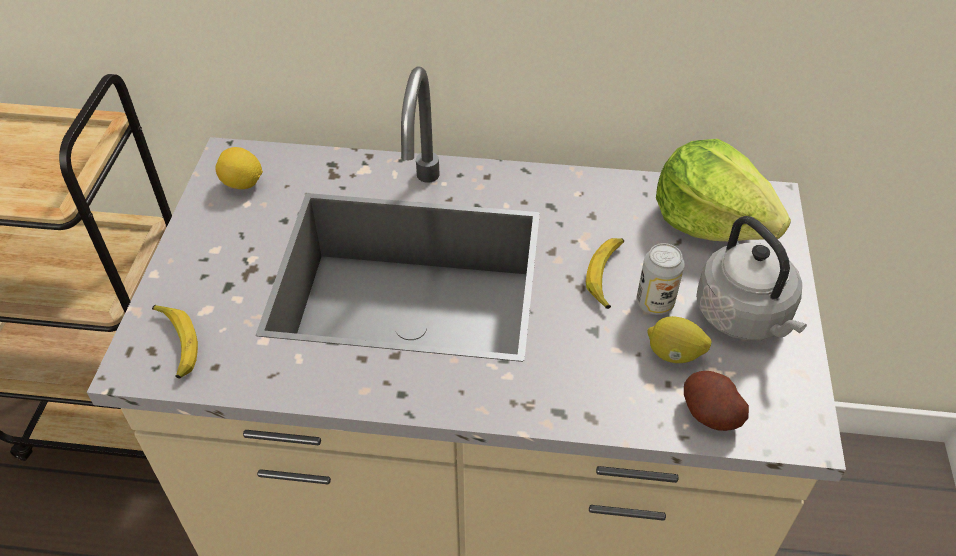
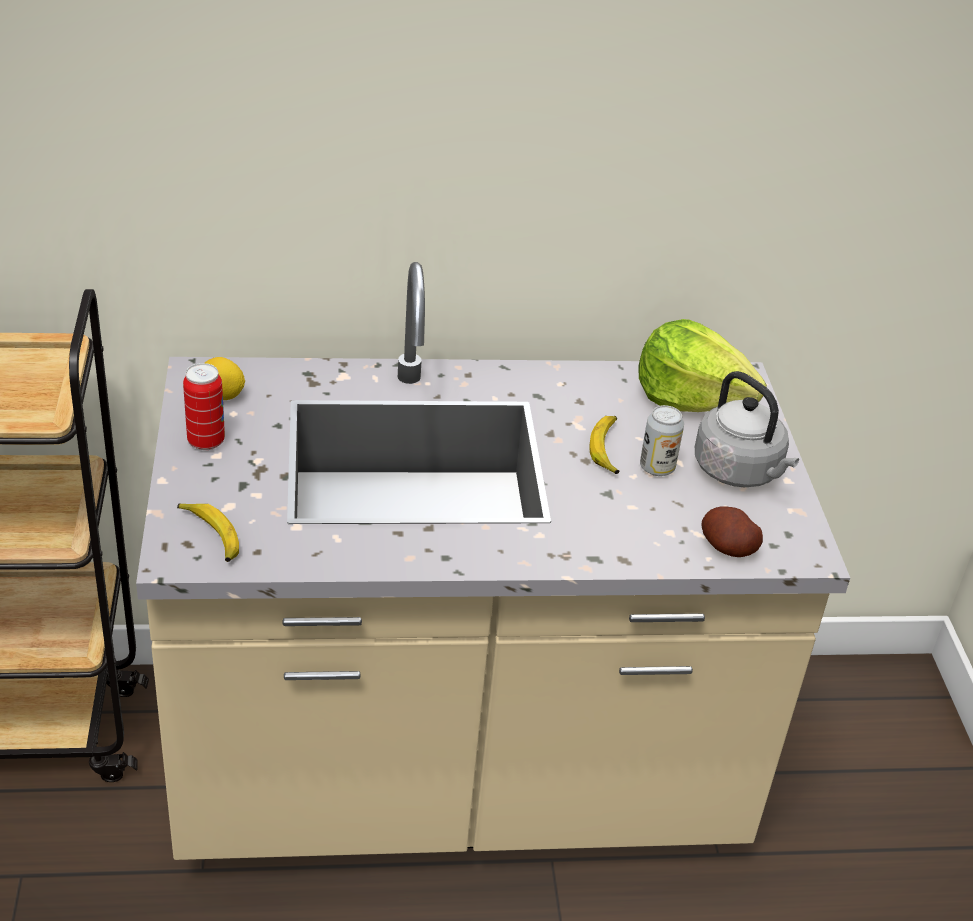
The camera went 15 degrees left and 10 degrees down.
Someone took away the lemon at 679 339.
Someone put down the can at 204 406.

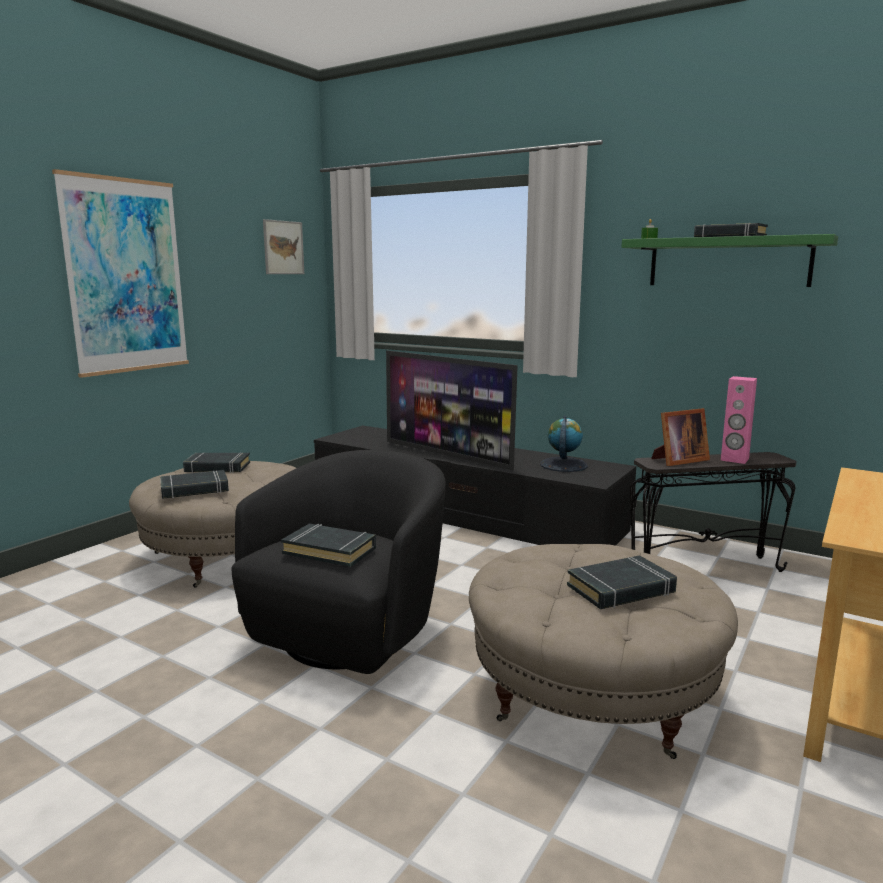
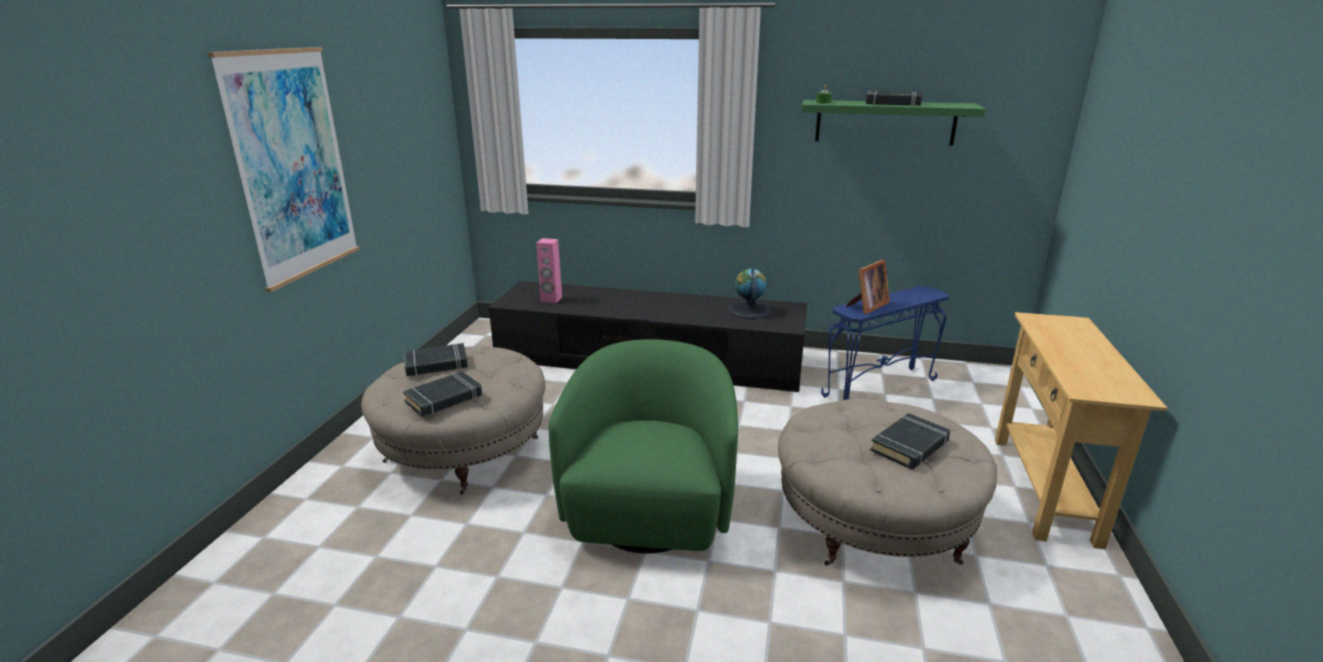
The camera went 20 degrees left and 10 degrees up.
Someone took away the picture at 283 246.
Someone took away the black book at 328 545.
Someone took away the television at 452 410.
Someone carried the pink speaker from 739 420 to 549 270.
Someone repainted the black armchair at 339 562, which became the green armchair at 643 446.
Someone repainted the black side table at 713 512, which became the blue side table at 885 343.

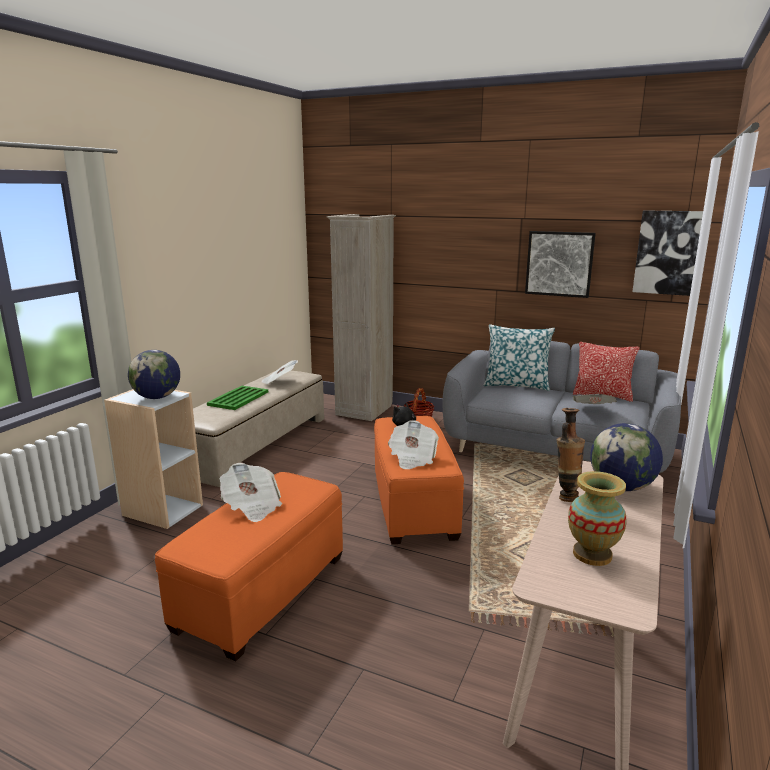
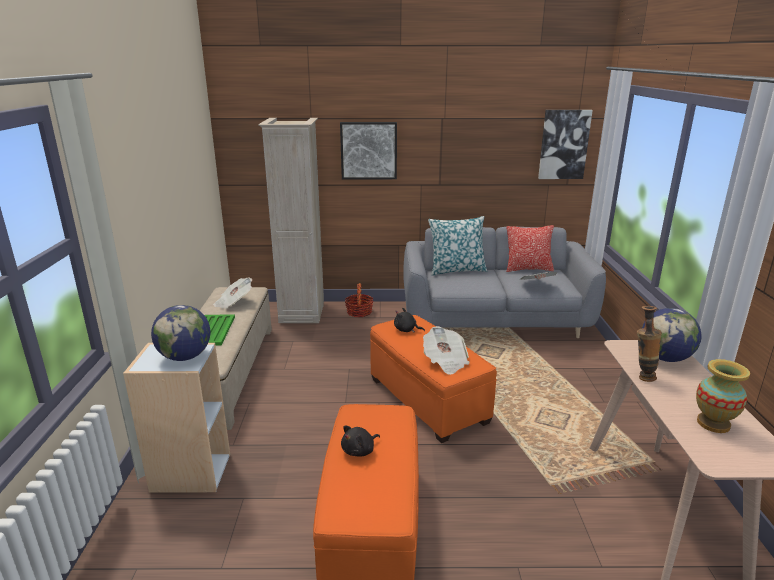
The camera went 25 degrees left and 5 degrees up.
Someone carried the picture from 560 264 to 368 150.
Someone swapped the newspaper at 251 492 for the black plush toy at 360 441.

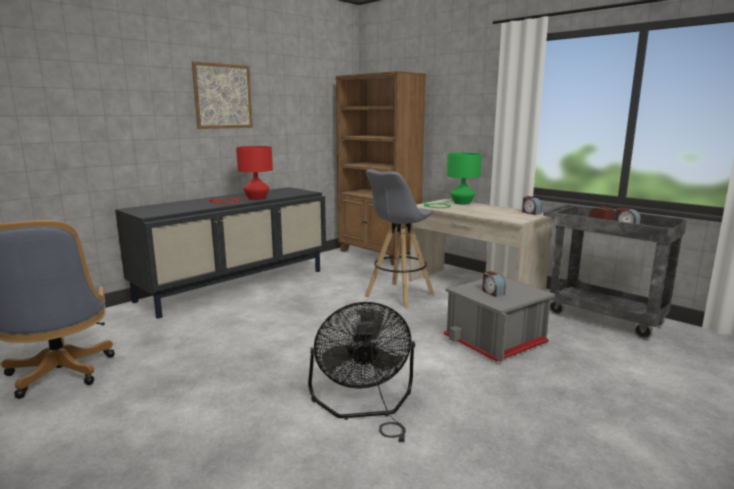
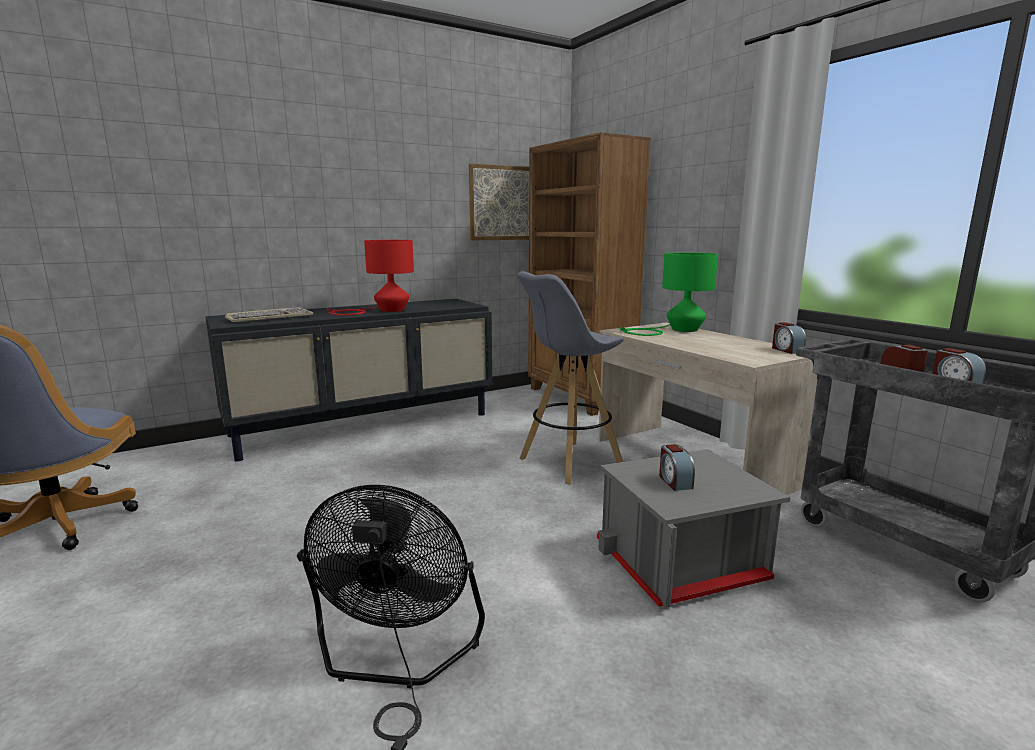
The camera went 15 degrees right and 0 degrees up.
Someone put down the keyboard at 269 314.
Someone carried the picture from 222 95 to 499 202.

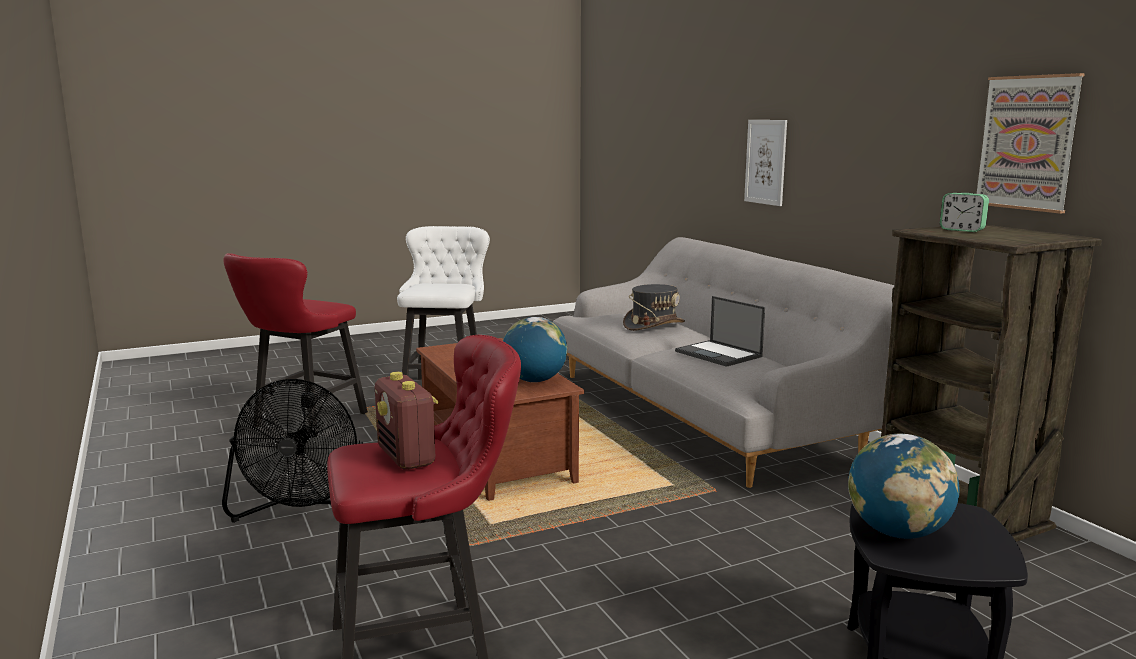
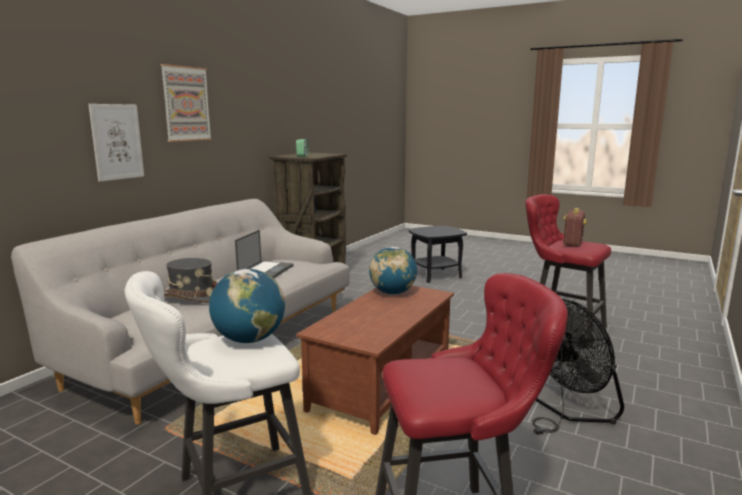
The camera went 125 degrees left and 0 degrees up.
Someone carried the globe from 903 486 to 247 306.
Someone carried the picture from 1031 143 to 186 103.

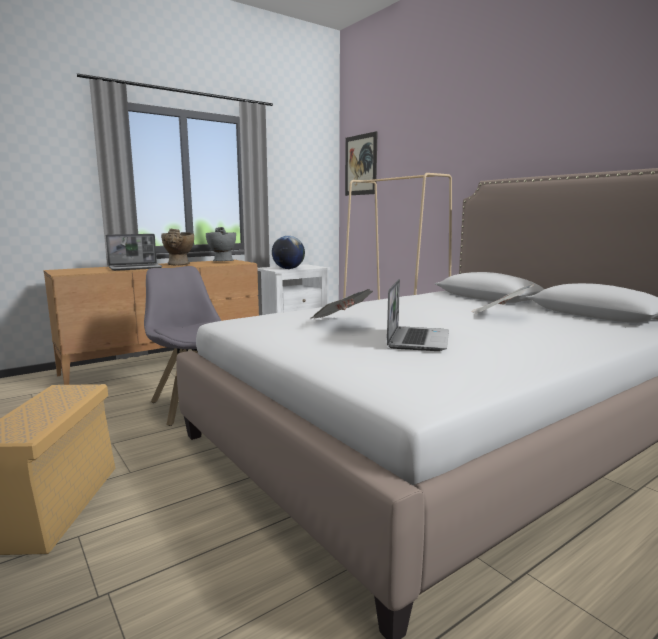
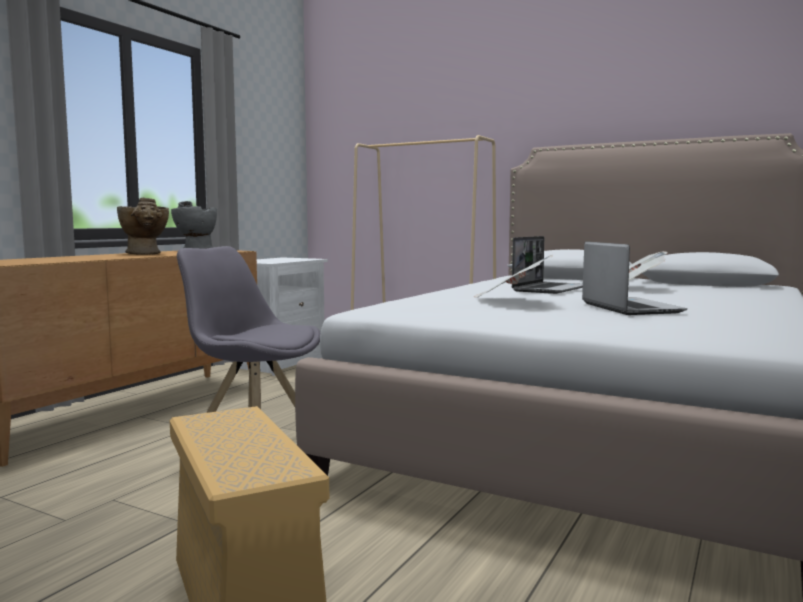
The camera went 25 degrees left and 5 degrees down.
Someone took away the globe at 288 252.
Someone took away the picture at 361 163.
Someone carried the laptop from 134 252 to 547 265.

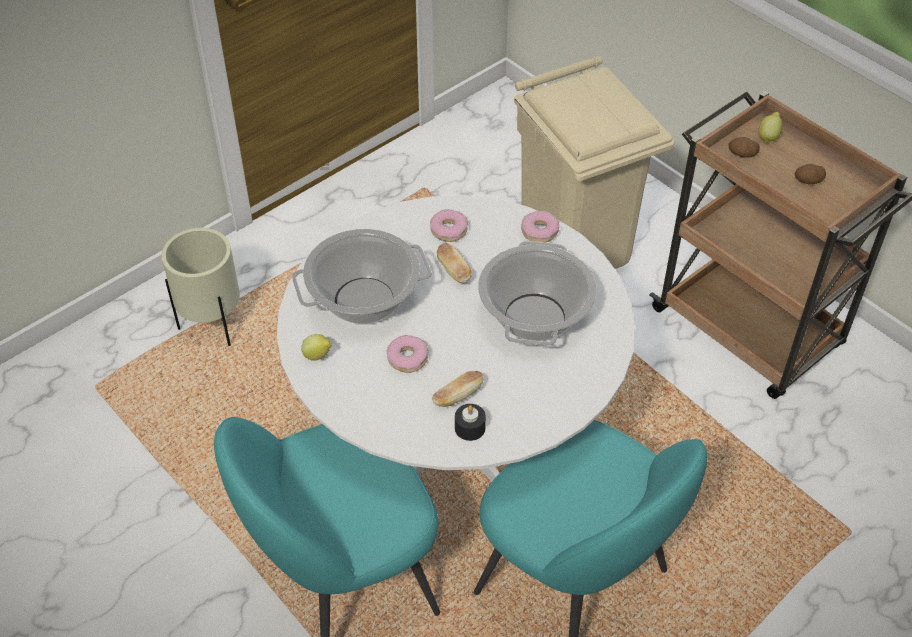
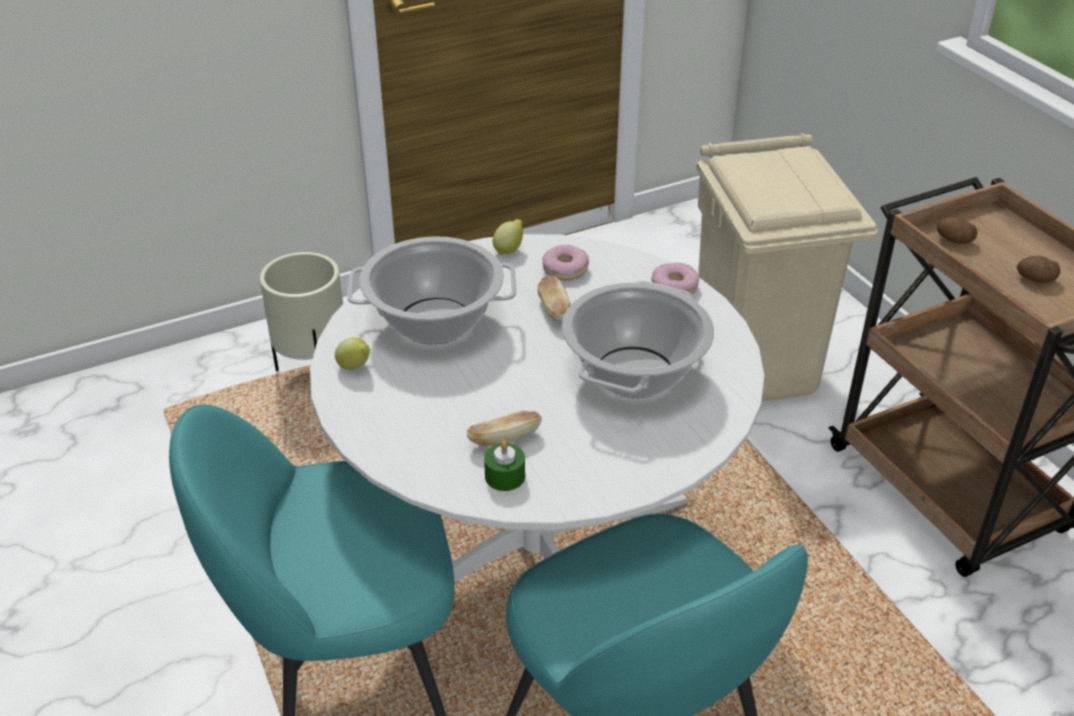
The camera went 15 degrees right and 10 degrees down.
Someone took away the donut at 408 354.
Someone carried the lemon from 770 128 to 508 237.
Someone repainted the black candle at 470 422, which became the green candle at 504 466.

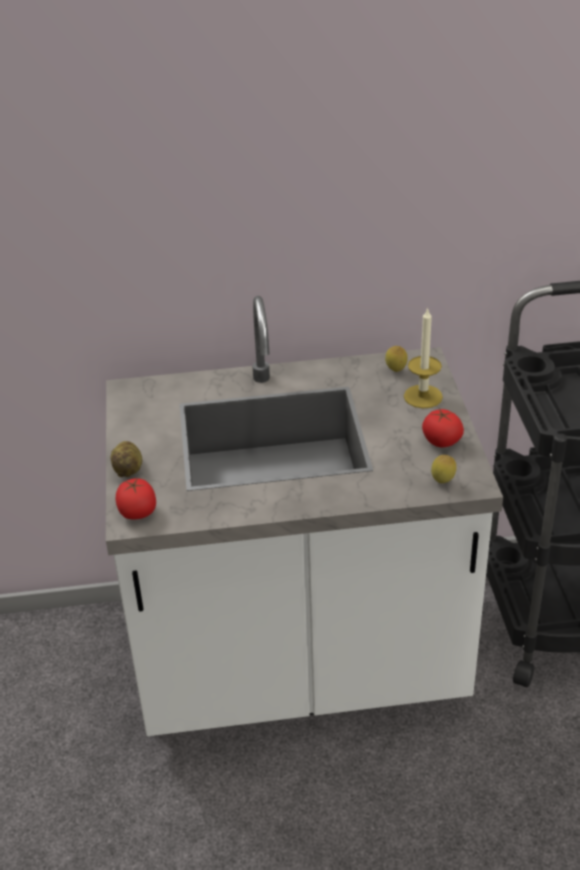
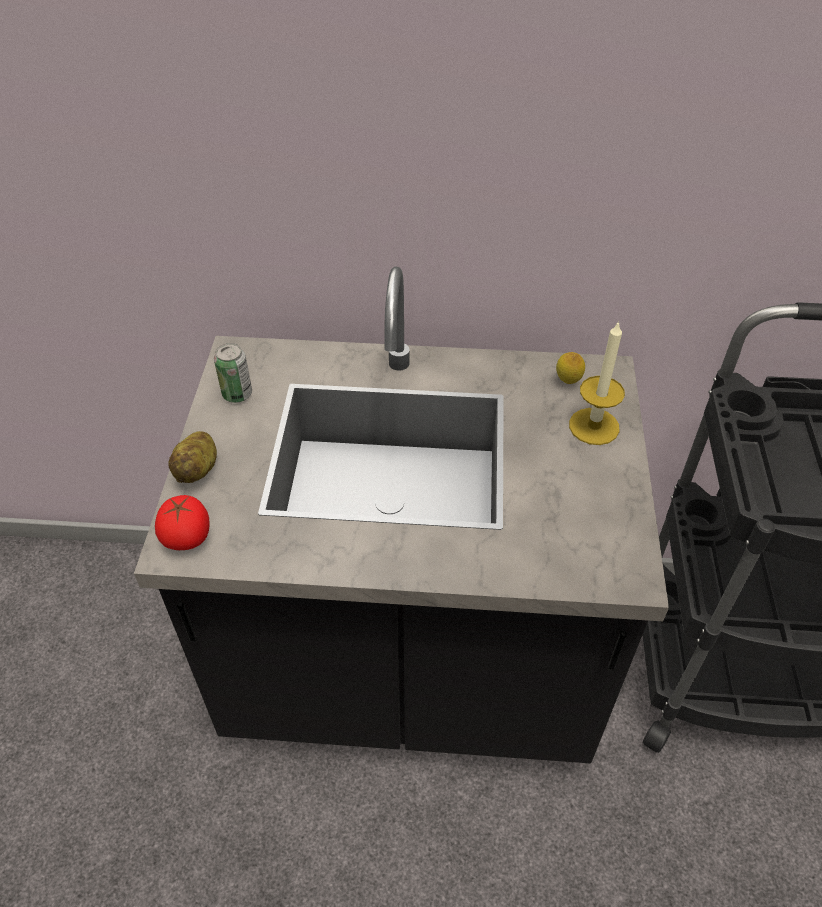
The camera went 10 degrees right and 10 degrees up.
Someone took away the tomato at 443 428.
Someone took away the lemon at 443 469.
Someone put down the can at 233 373.
Someone repainted the white counter at 304 516, which became the black counter at 401 515.

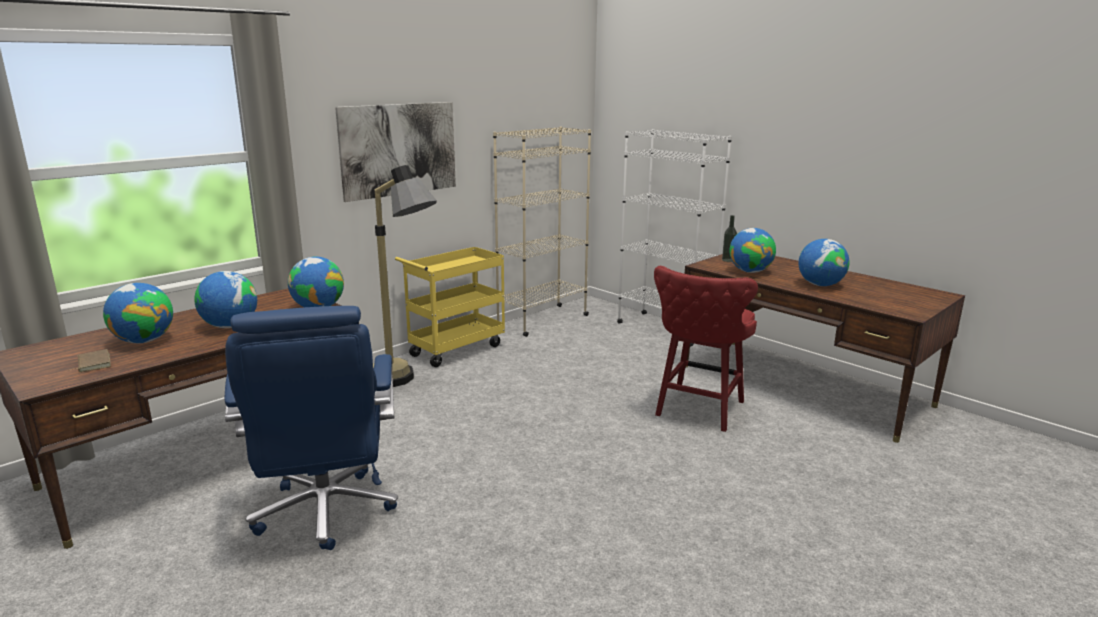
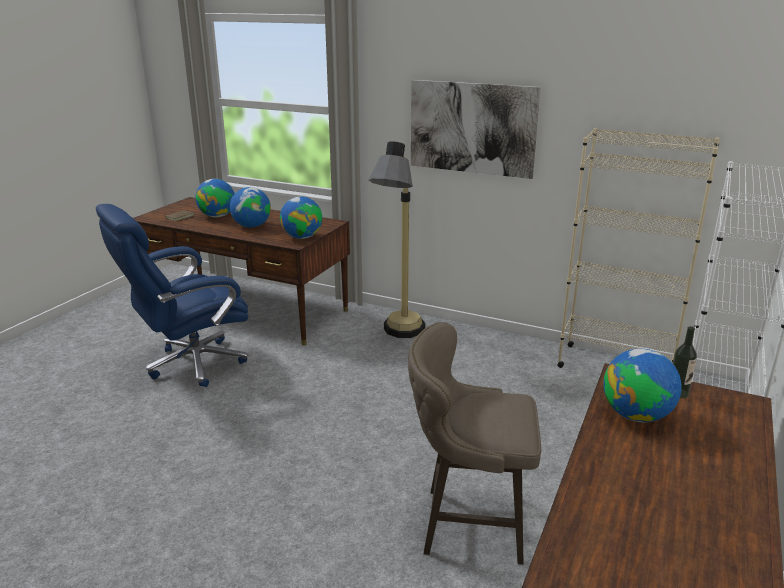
The camera went 70 degrees right and 5 degrees up.
Someone took away the yellow cart at 450 307.
Someone took away the globe at 824 262.
Someone repainted the red stool at 706 349, which became the beige stool at 474 443.

